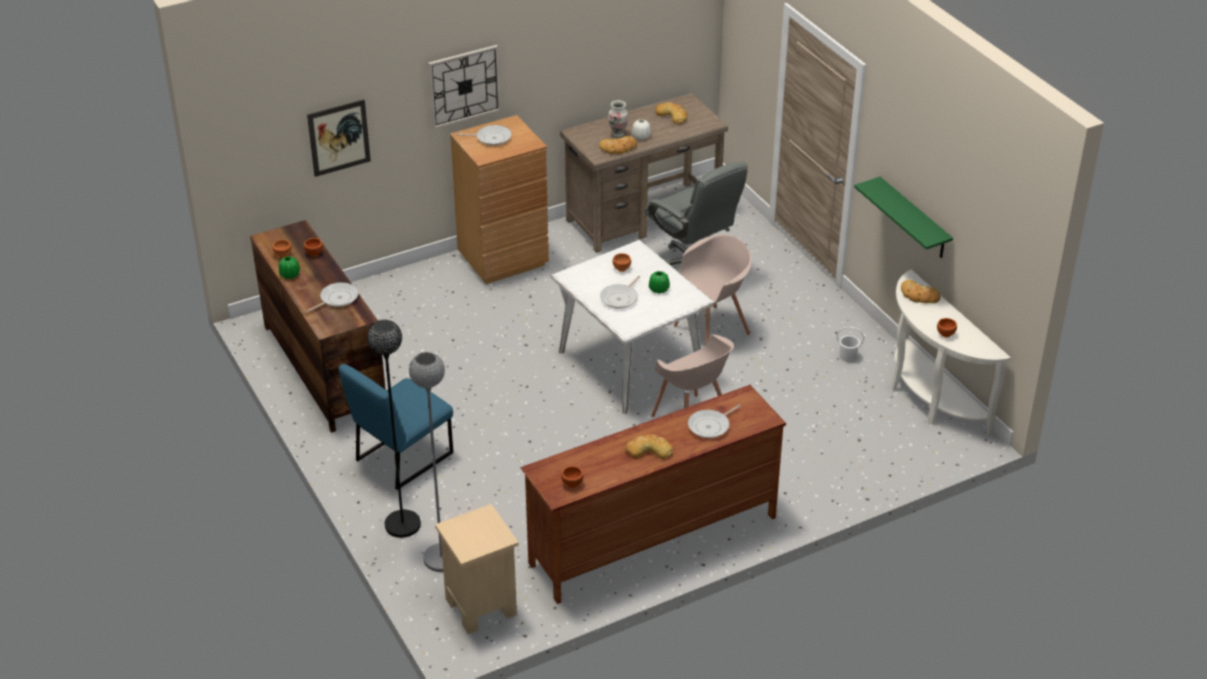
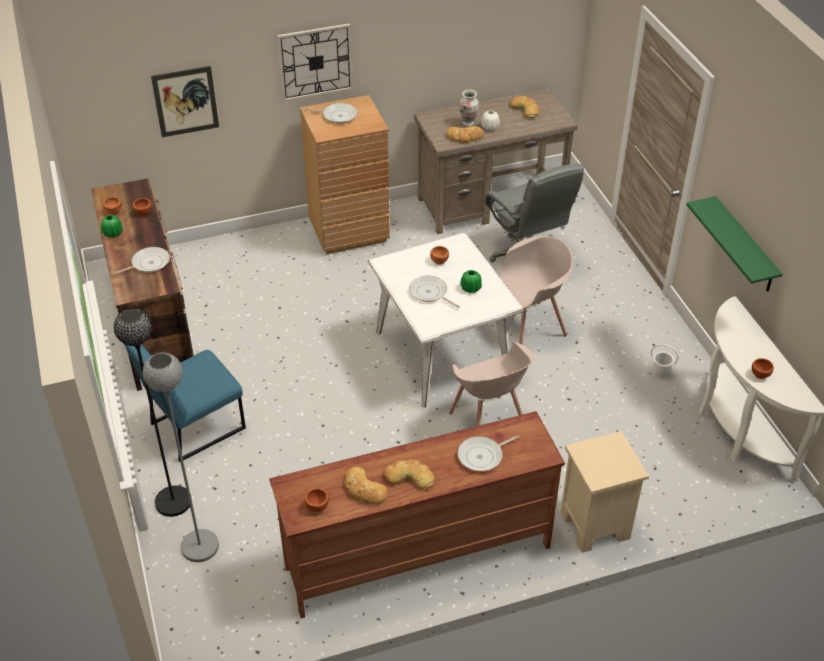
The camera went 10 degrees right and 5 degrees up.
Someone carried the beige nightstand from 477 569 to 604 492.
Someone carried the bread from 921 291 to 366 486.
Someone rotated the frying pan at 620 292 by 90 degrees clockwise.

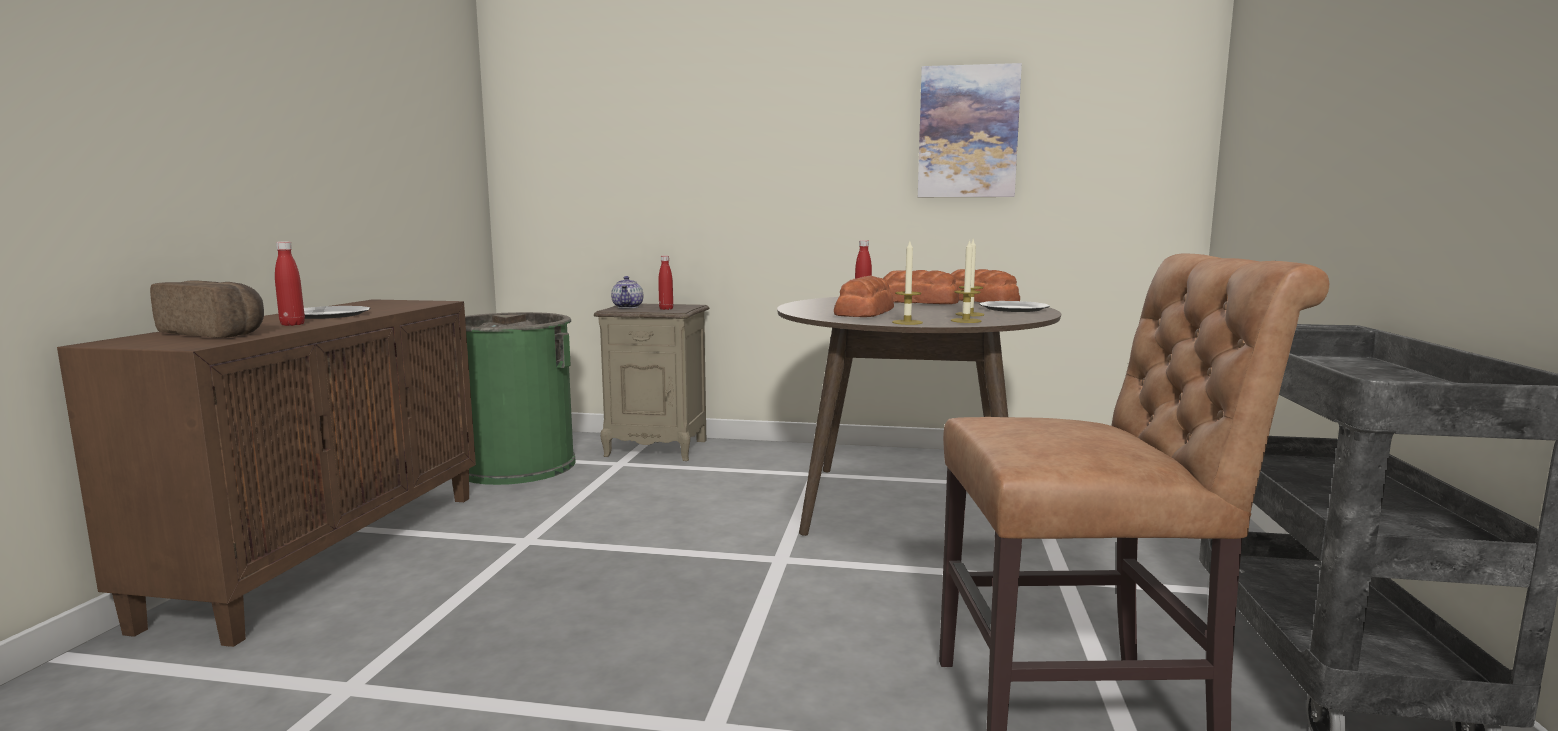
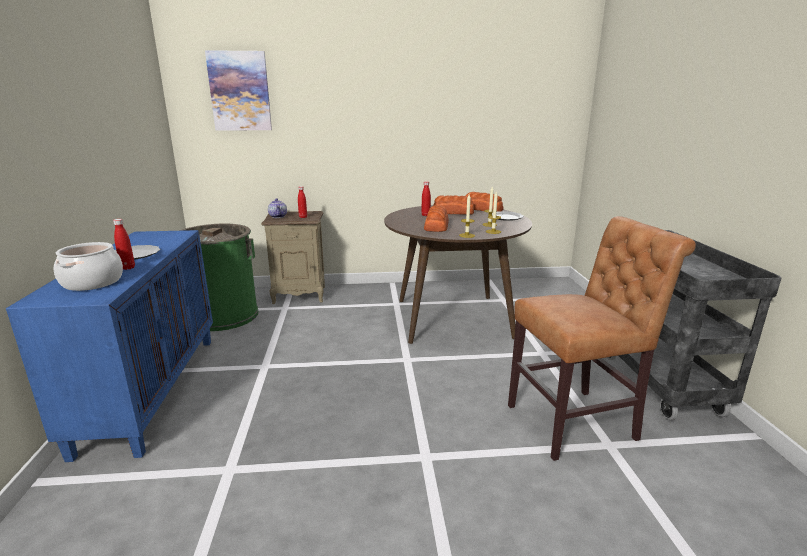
The camera went 15 degrees left and 10 degrees up.
Someone carried the picture from 970 130 to 238 90.
Someone swapped the bread at 207 309 for the cooking pot at 88 266.
Someone repainted the brown cabinet at 266 473, which became the blue cabinet at 109 346.

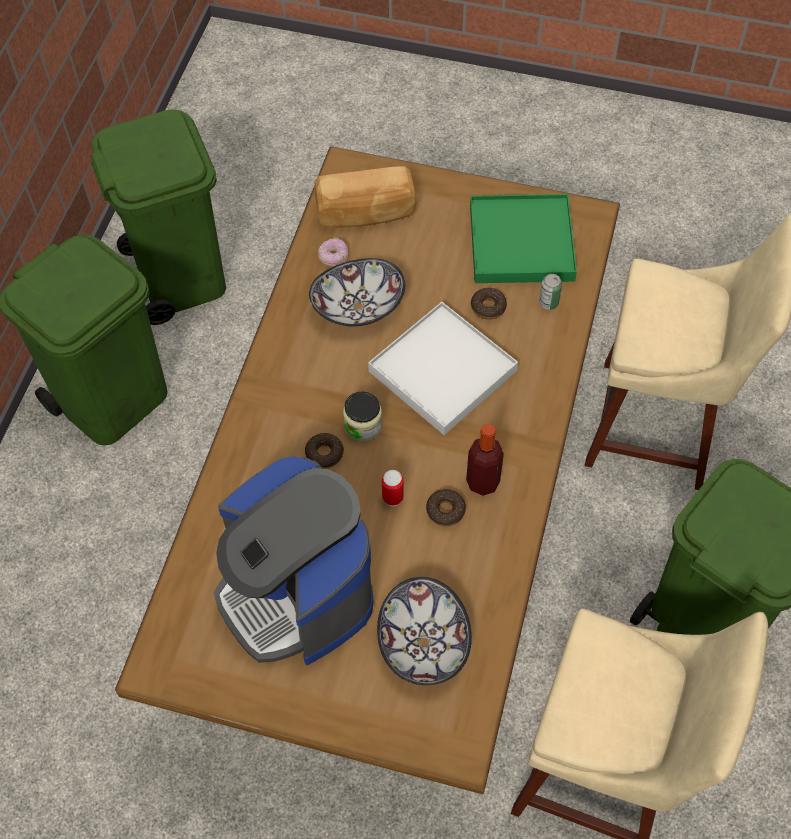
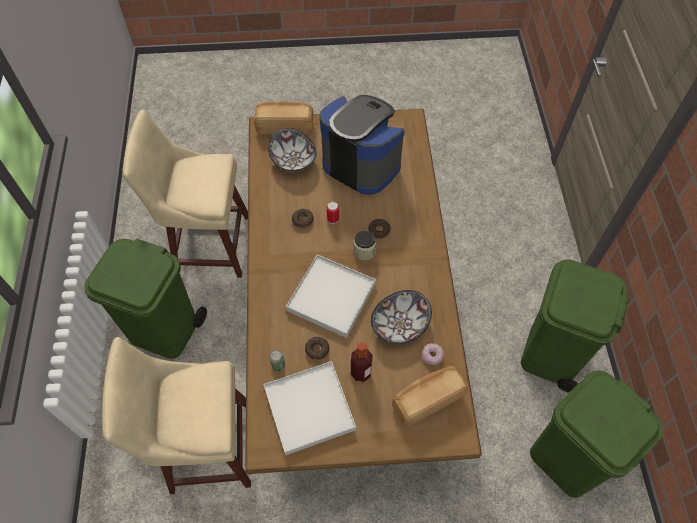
The camera went 160 degrees right and 0 degrees up.
Someone put down the bread at 283 118.
Someone carried the bottle from 485 460 to 362 362.
Someone repainted the green tray at 523 238, which became the white tray at 309 408.

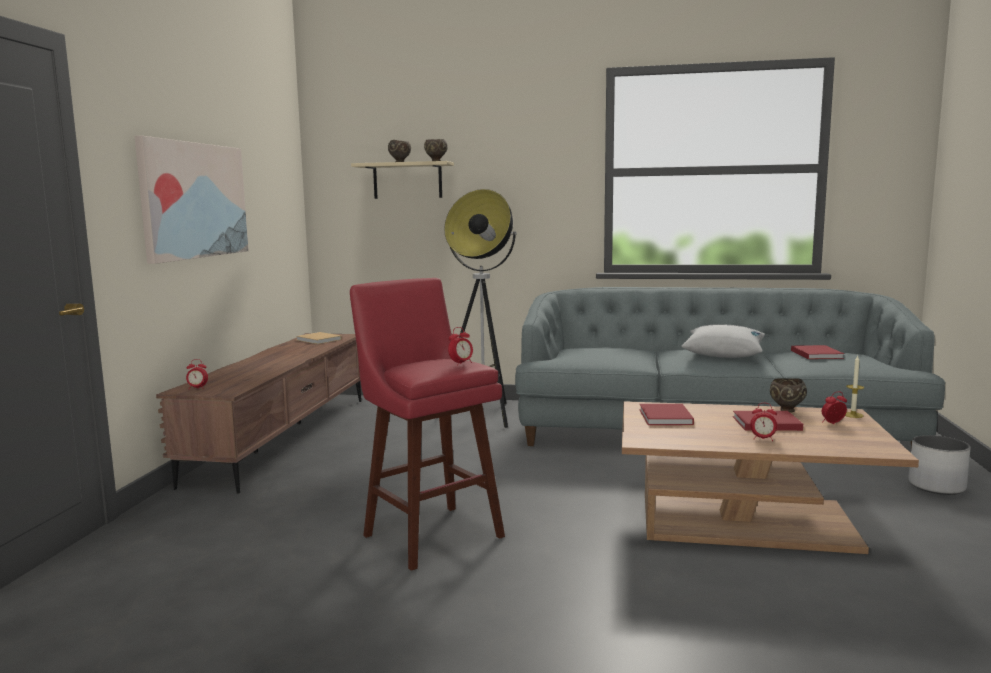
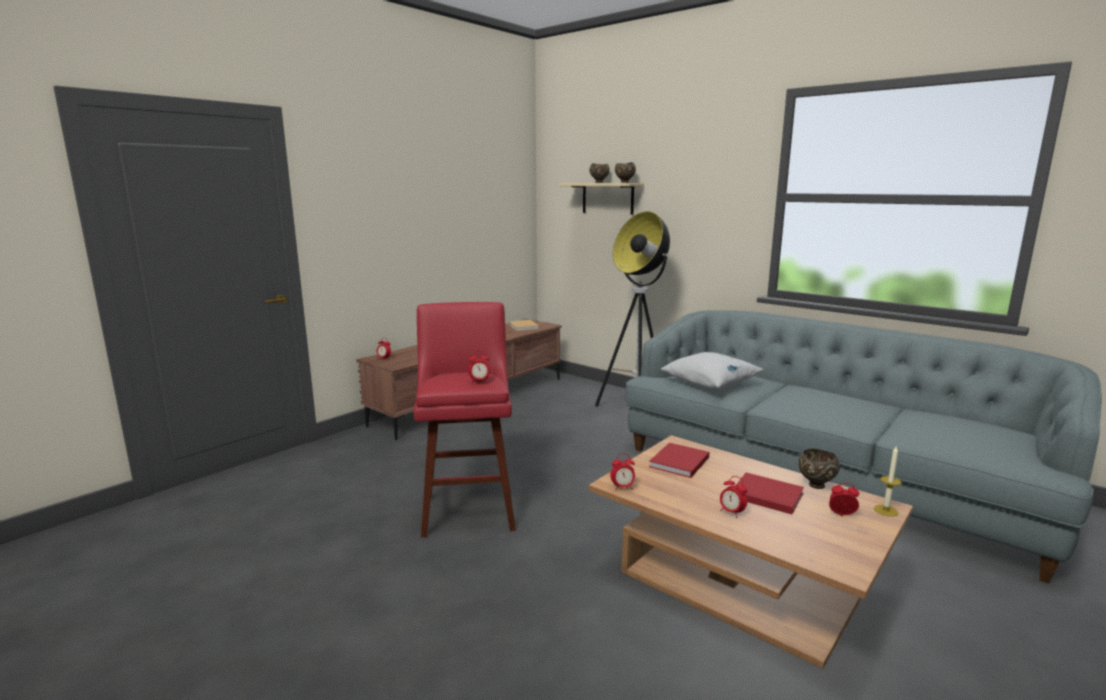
The camera went 30 degrees right and 5 degrees up.
Someone took away the picture at 192 200.
Someone took away the red book at 817 352.
Someone took away the white planter at 939 465.
Someone put down the alarm clock at 622 472.
Someone carried the grey pillow from 723 341 to 712 370.

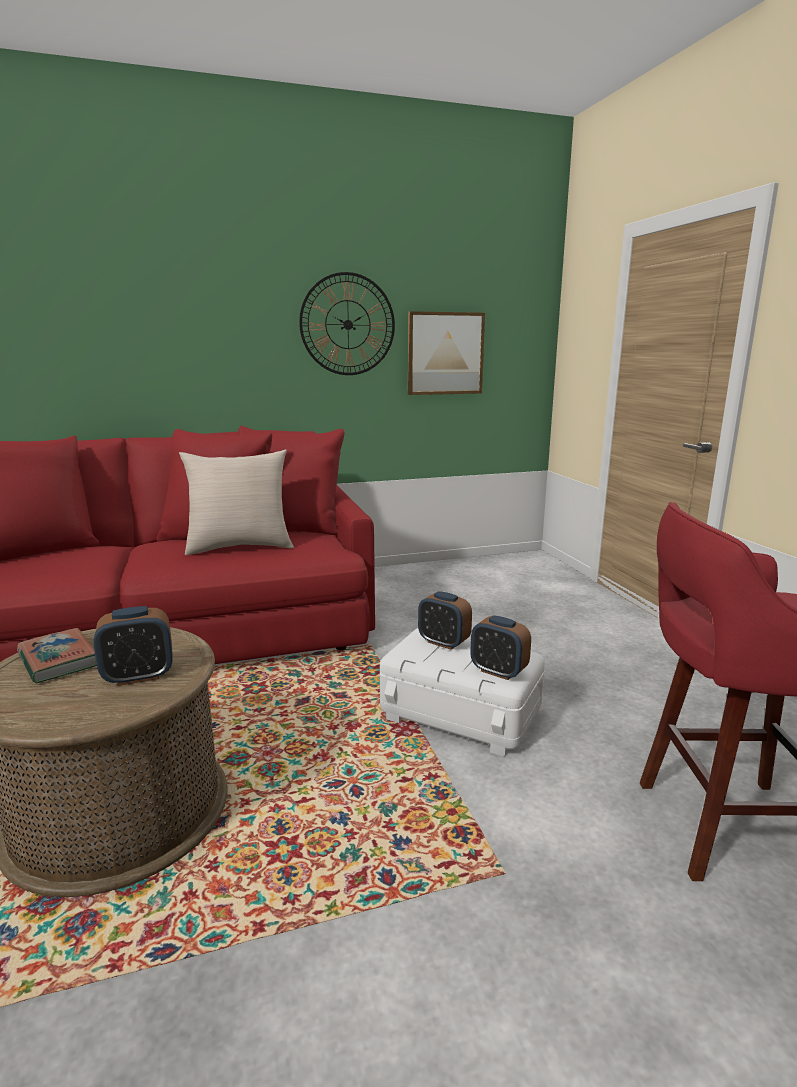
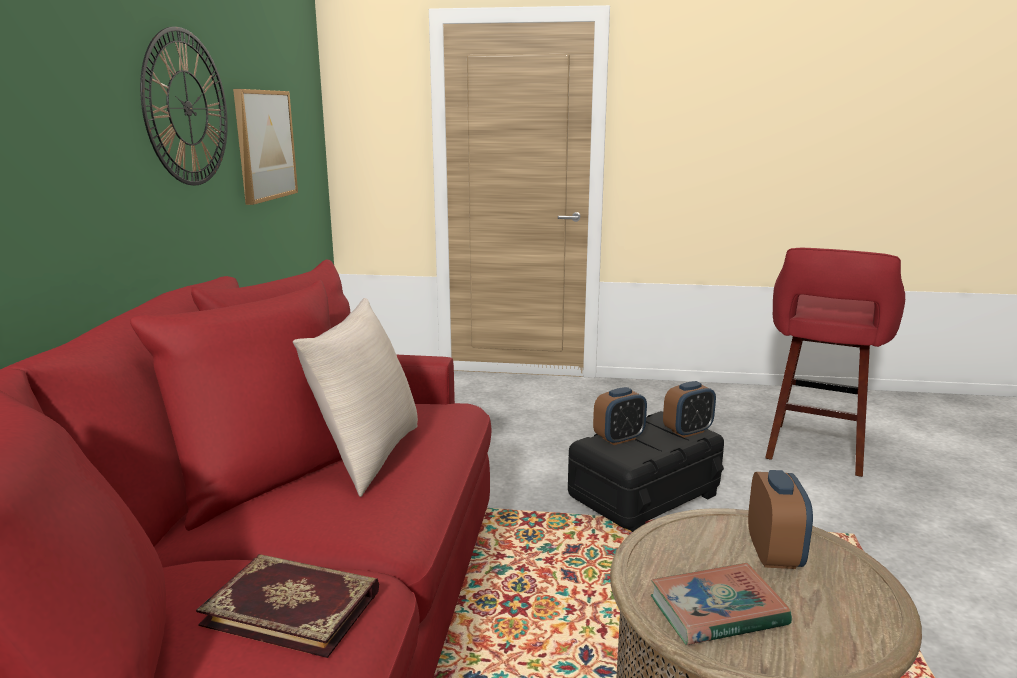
The camera went 65 degrees left and 0 degrees up.
Someone put down the book at 287 606.
Someone repainted the white storage box at 462 692, which became the black storage box at 646 471.

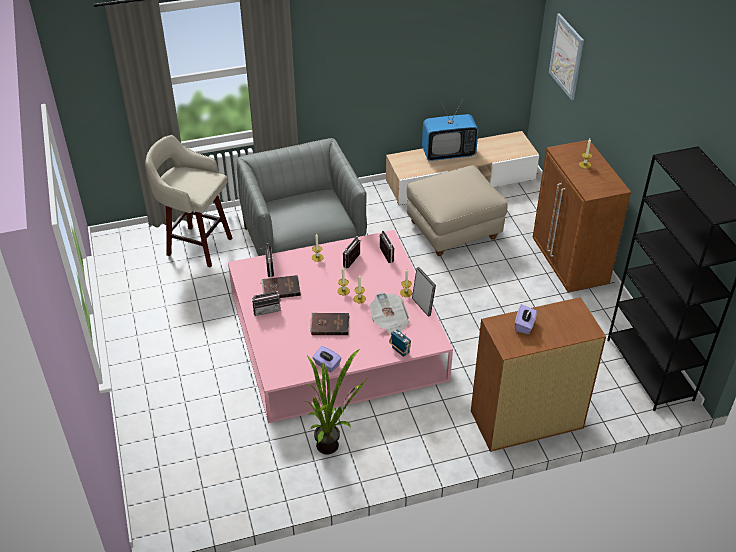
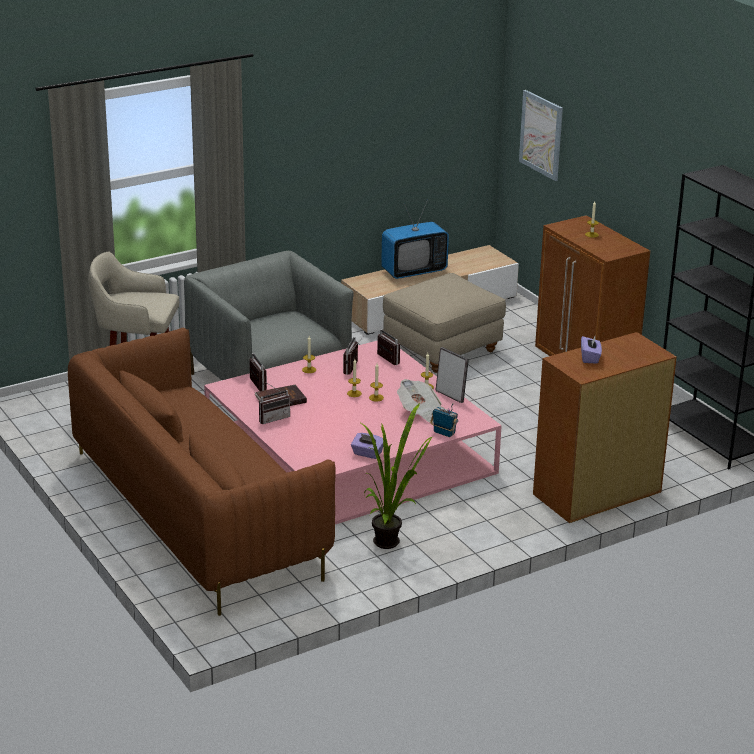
The camera went 15 degrees left and 15 degrees down.
Someone took away the brown book at 330 324.
Someone put down the brown sofa at 201 472.

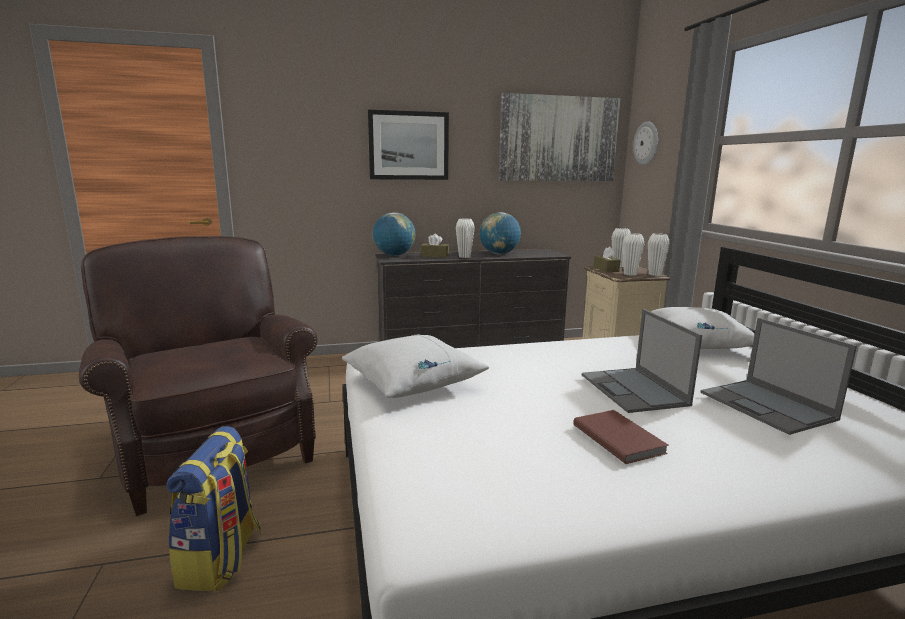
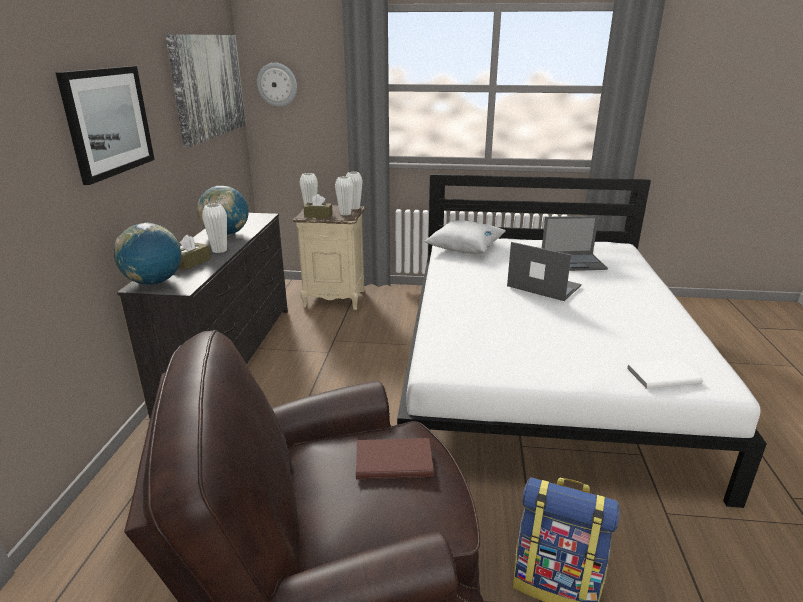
The camera went 70 degrees left and 10 degrees up.
Someone took away the grey pillow at 415 366.
Someone put down the white book at 664 374.
Someone carried the brown book from 621 437 to 395 458.
Someone rotated the laptop at 642 361 by 150 degrees counterclockwise.

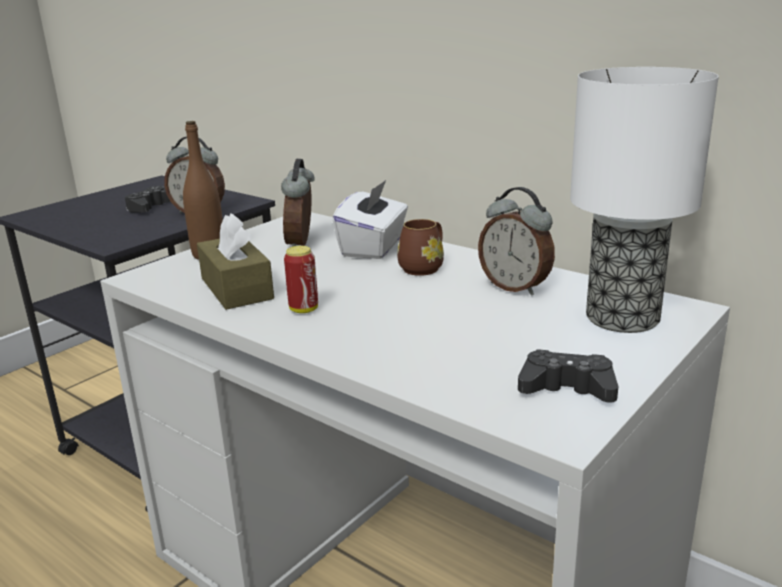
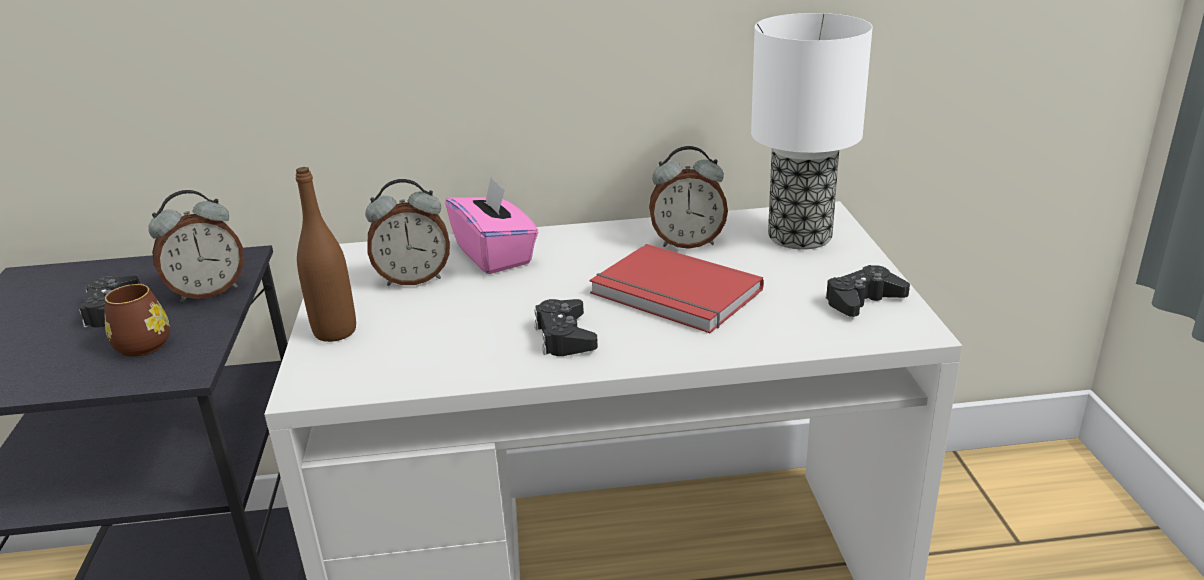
The camera went 45 degrees left and 5 degrees up.
Someone took away the brown tissue box at 235 261.
Someone put down the red book at 676 288.
Someone carried the brown mug from 420 247 to 137 320.
Someone swapped the can at 301 279 for the black game controller at 566 327.
Someone repainted the white tissue box at 370 219, which became the pink tissue box at 491 225.
Someone rotated the alarm clock at 298 203 by 60 degrees counterclockwise.

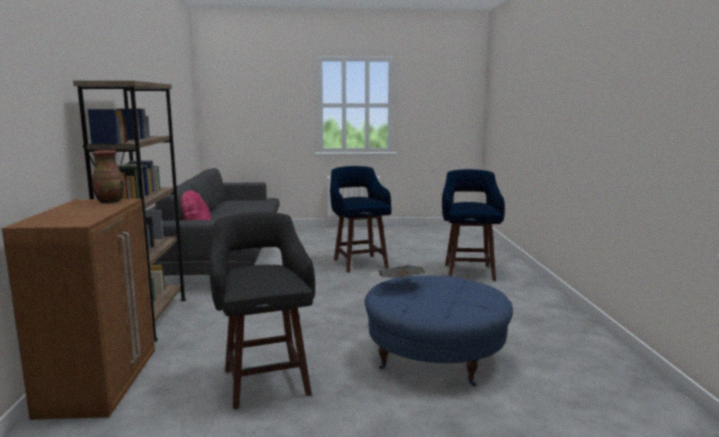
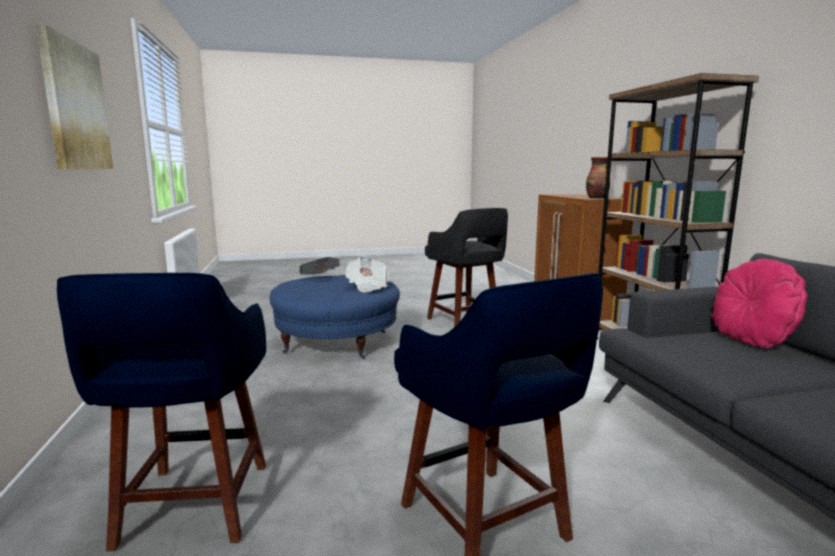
The camera went 170 degrees right and 0 degrees up.
Someone put up the picture at 74 96.
Someone put down the newspaper at 319 266.

